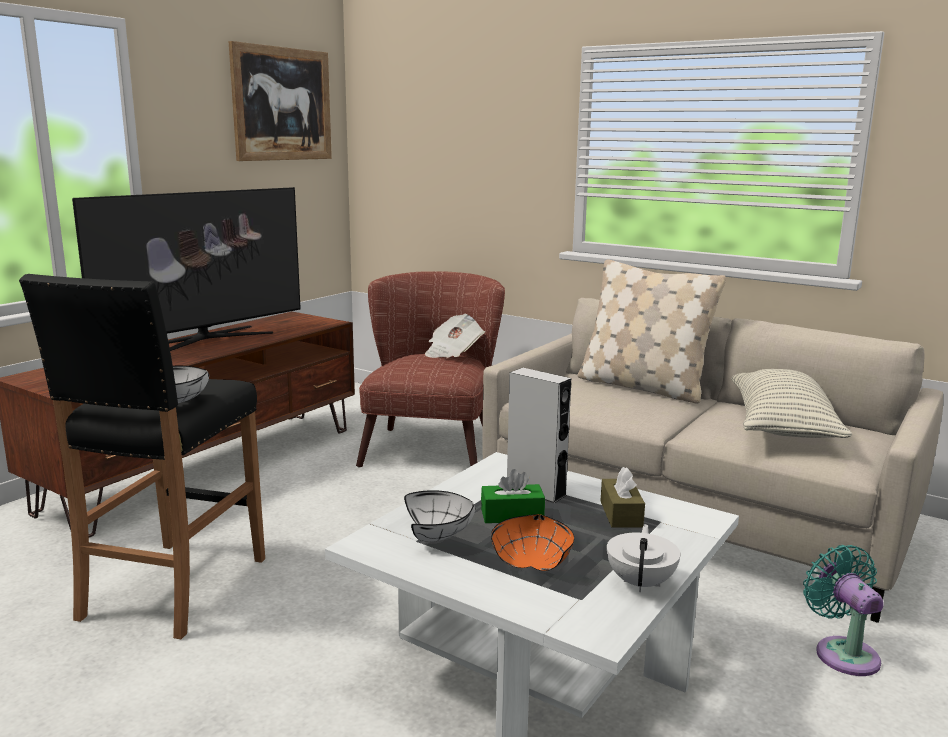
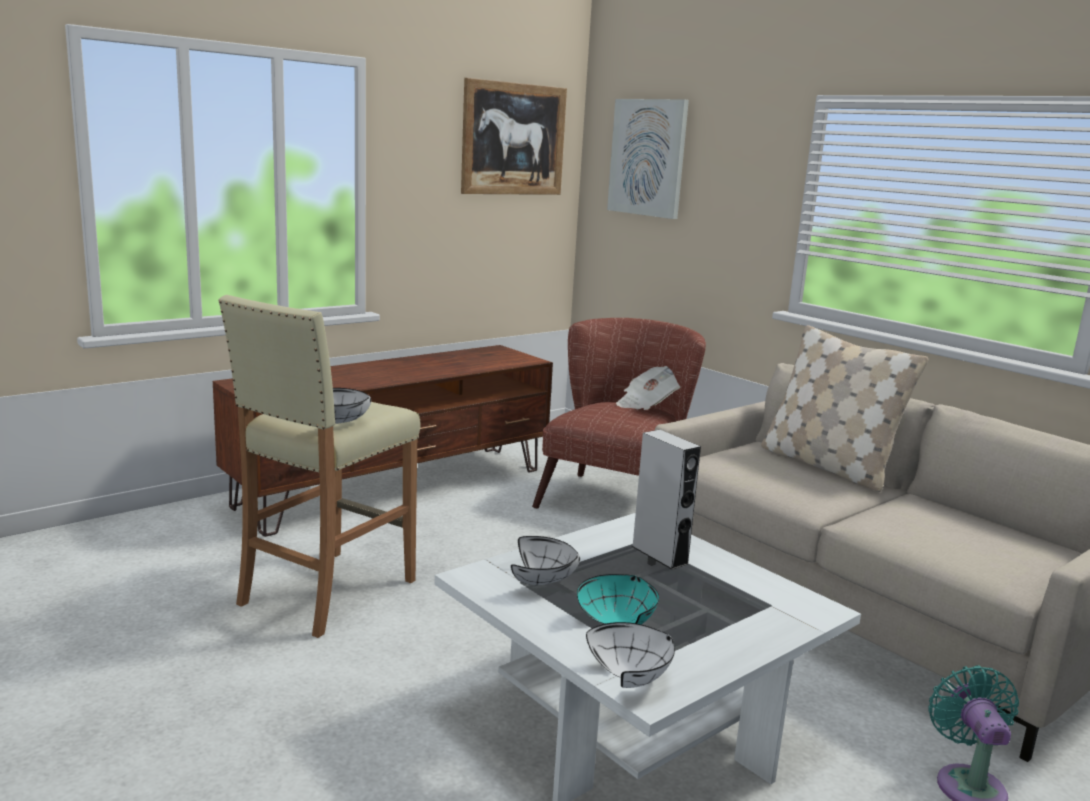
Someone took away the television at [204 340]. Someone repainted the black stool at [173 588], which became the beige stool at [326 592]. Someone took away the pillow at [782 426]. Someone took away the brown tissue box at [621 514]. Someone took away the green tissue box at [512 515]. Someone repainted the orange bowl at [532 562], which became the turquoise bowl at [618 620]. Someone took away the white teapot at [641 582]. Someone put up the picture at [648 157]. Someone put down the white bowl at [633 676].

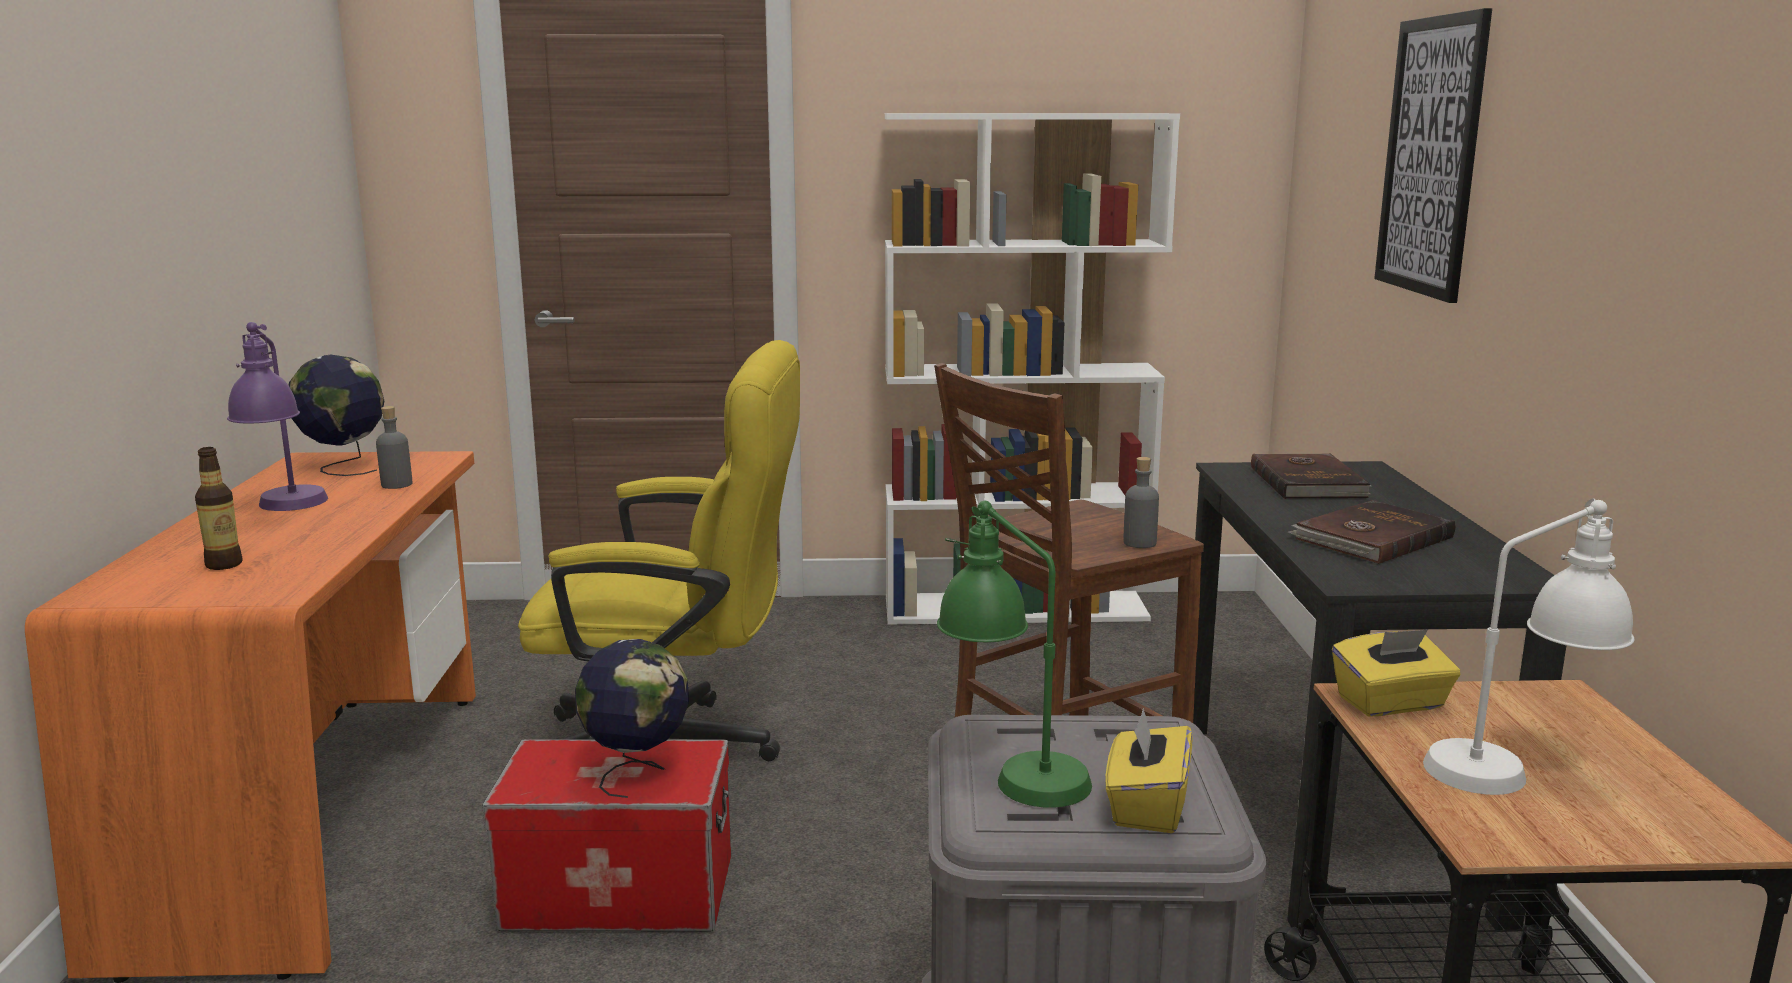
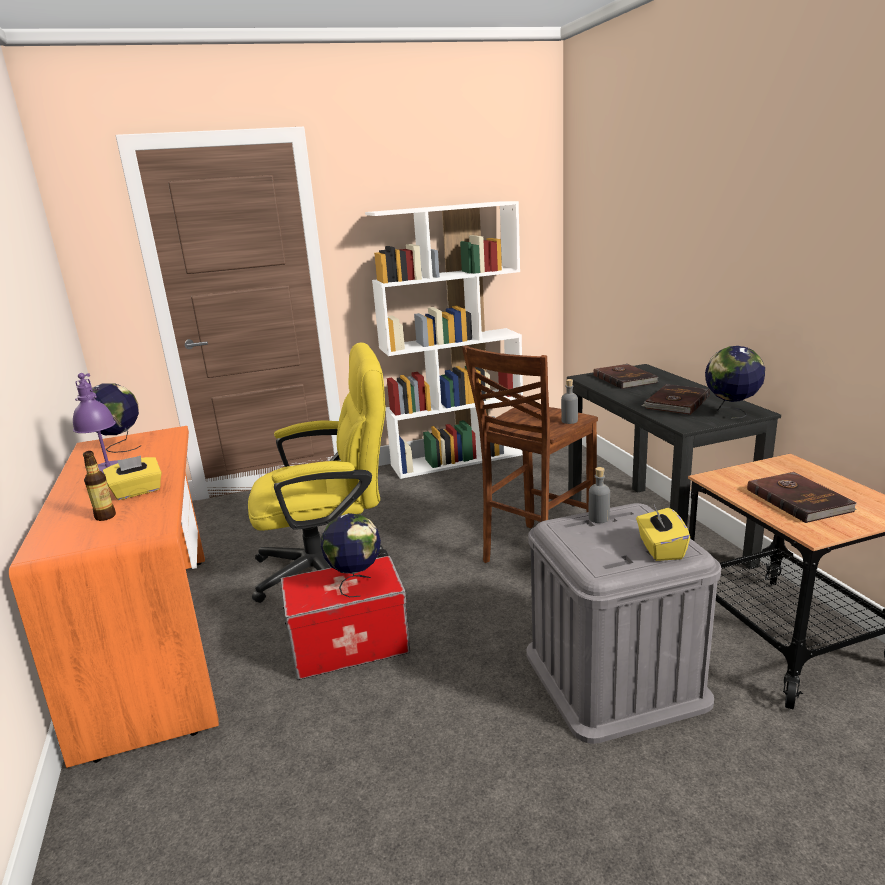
Someone took away the picture at [1431 156]. Someone carried the grey bottle from [396 484] to [598 518]. Someone swapped the white table lamp at [1515 770] for the brown book at [799 499]. Someone took away the green table lamp at [1009 771]. Someone carried the yellow tissue box from [1391 703] to [137 491]. Someone put down the globe at [730 414].

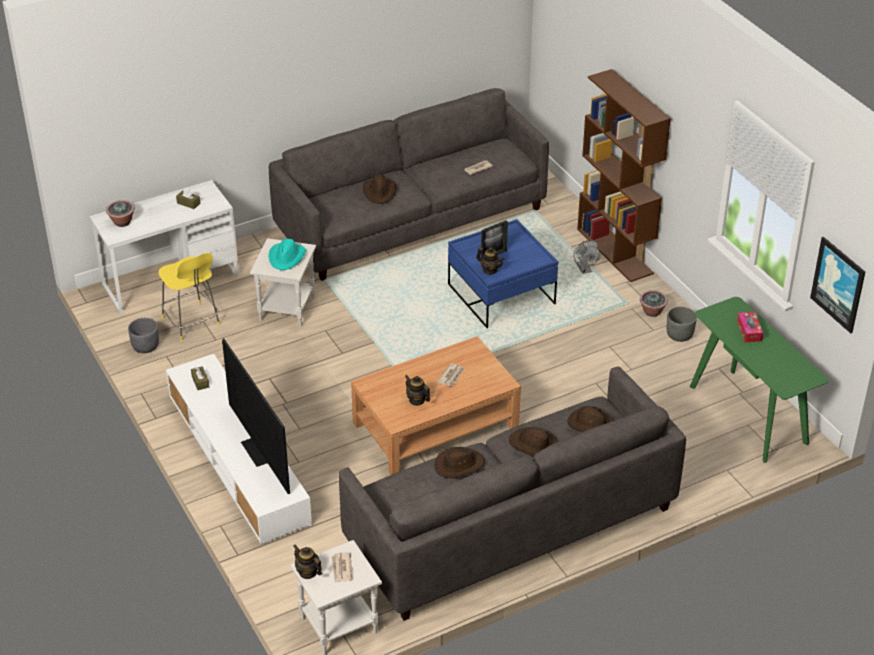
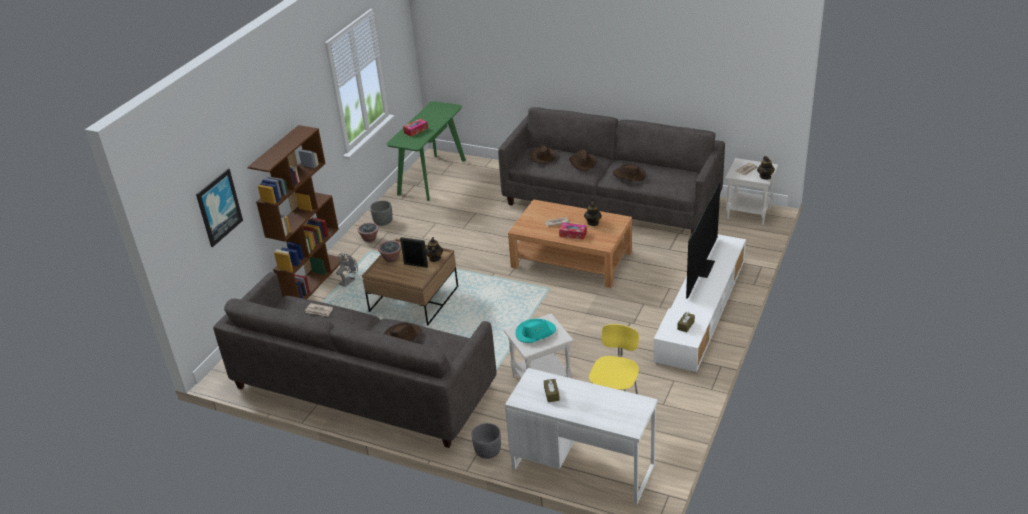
Someone carried the potted plant from [122 222] to [391 259]. Someone repainted the blue coffee table at [501 294], which became the brown coffee table at [414 299]. Someone carried the picture from [838 284] to [218 207]. Someone carried the grey planter from [146 346] to [487 451]. Someone put down the tissue box at [573 234].

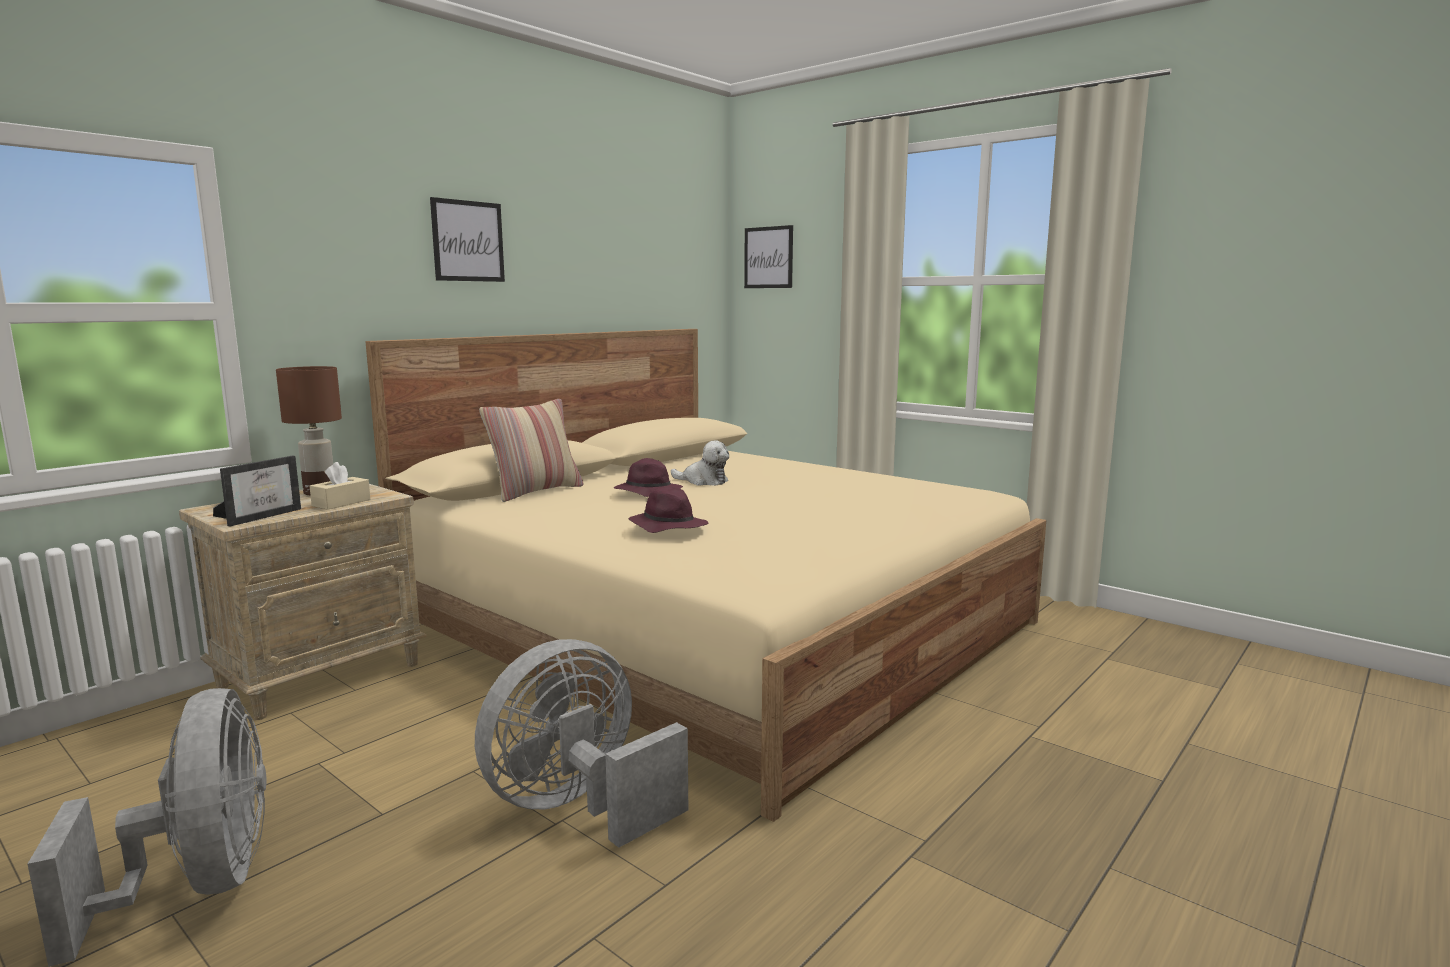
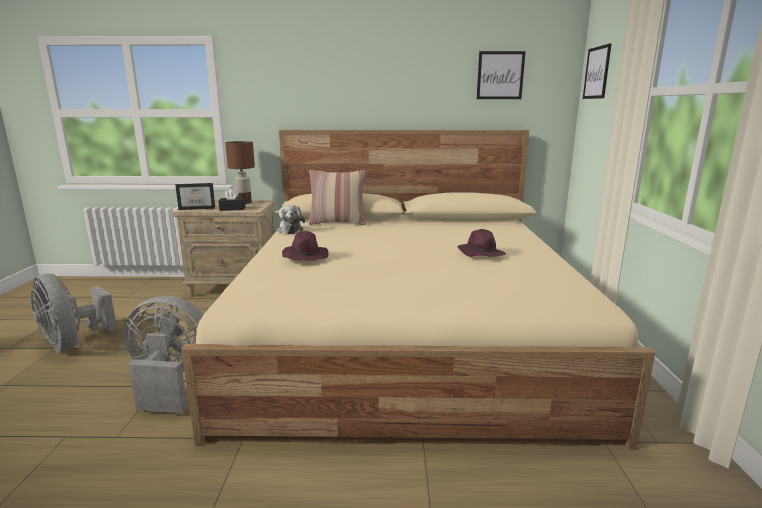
Someone carried the picture from [468 241] to [500 75]. Someone carried the plush toy from [703 481] to [290 230]. Someone carried the purple hat from [647 492] to [480 253]. Someone repainted the beige tissue box at [341 503], which became the black tissue box at [232 209]. Someone rotated the grey fan at [200 884] by 105 degrees clockwise.

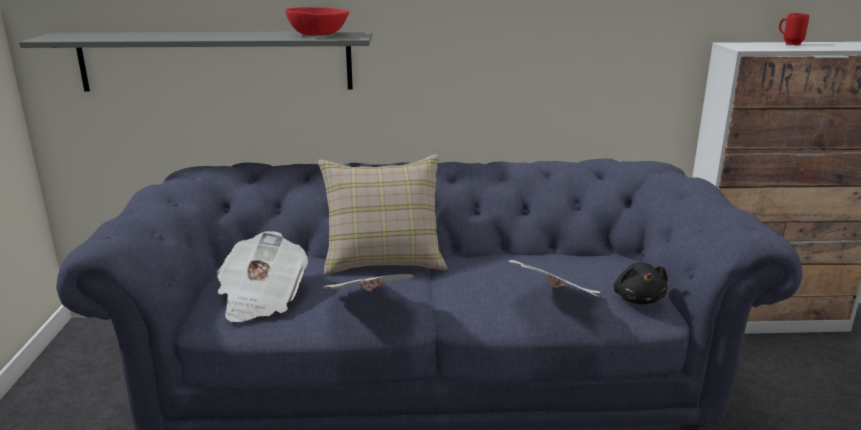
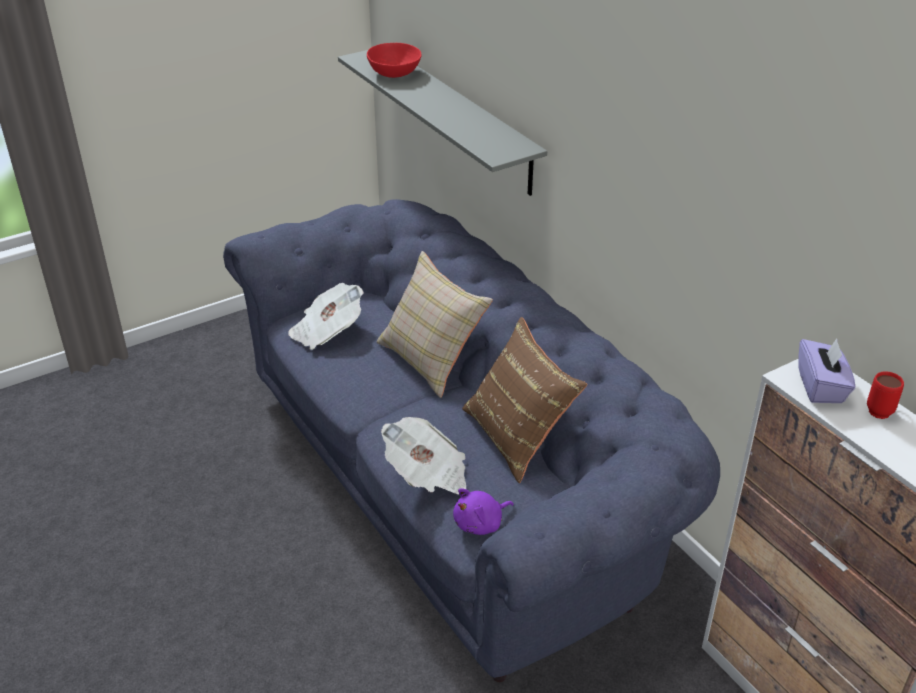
Someone carried the red bowl from [318 34] to [395 73]. Someone repainted the black plush toy at [638 298], which became the purple plush toy at [480 524]. Someone took away the newspaper at [369 304]. Someone put down the brown pillow at [518 436]. Someone put down the purple tissue box at [821 387].

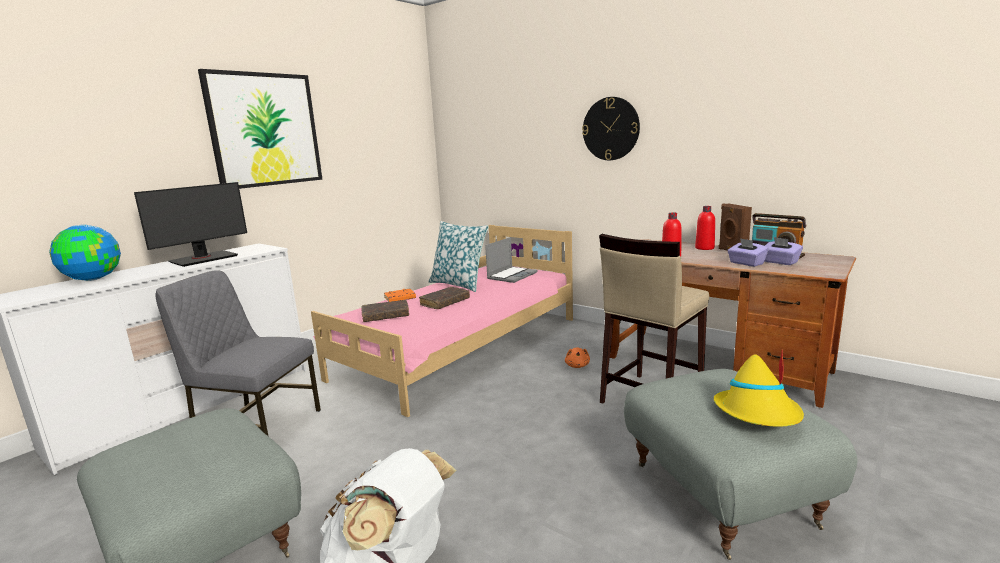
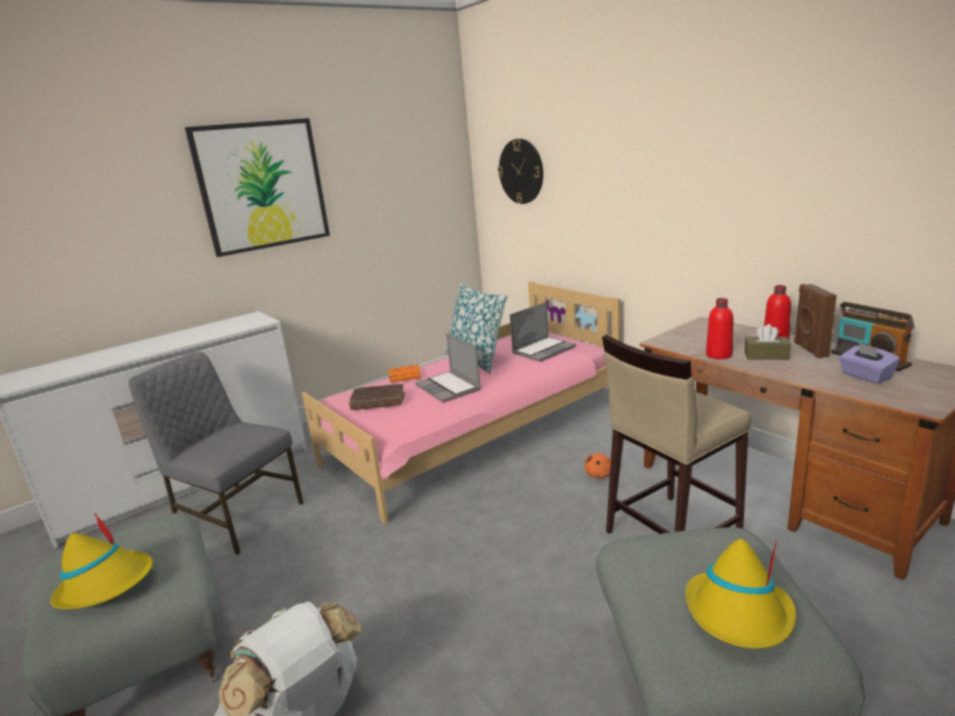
Someone carried the wall clock from [610 129] to [521 171]. Someone took away the monitor at [203 259]. Someone took away the globe at [93 279]. Someone took away the purple tissue box at [746 263]. Someone swapped the brown book at [445 303] for the laptop at [449 388]. Someone put down the brown tissue box at [766 356]. Someone put down the yellow hat at [107 585].

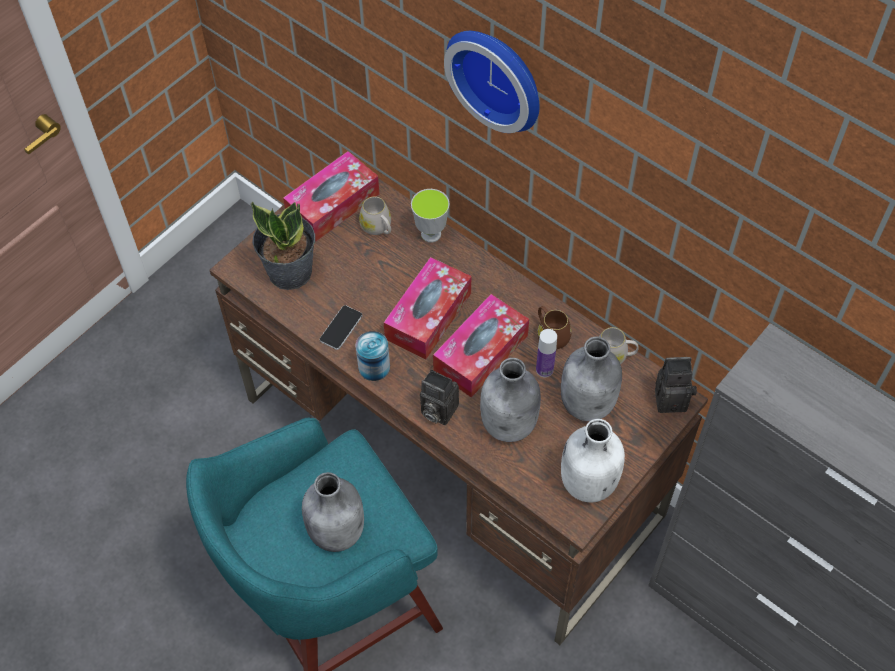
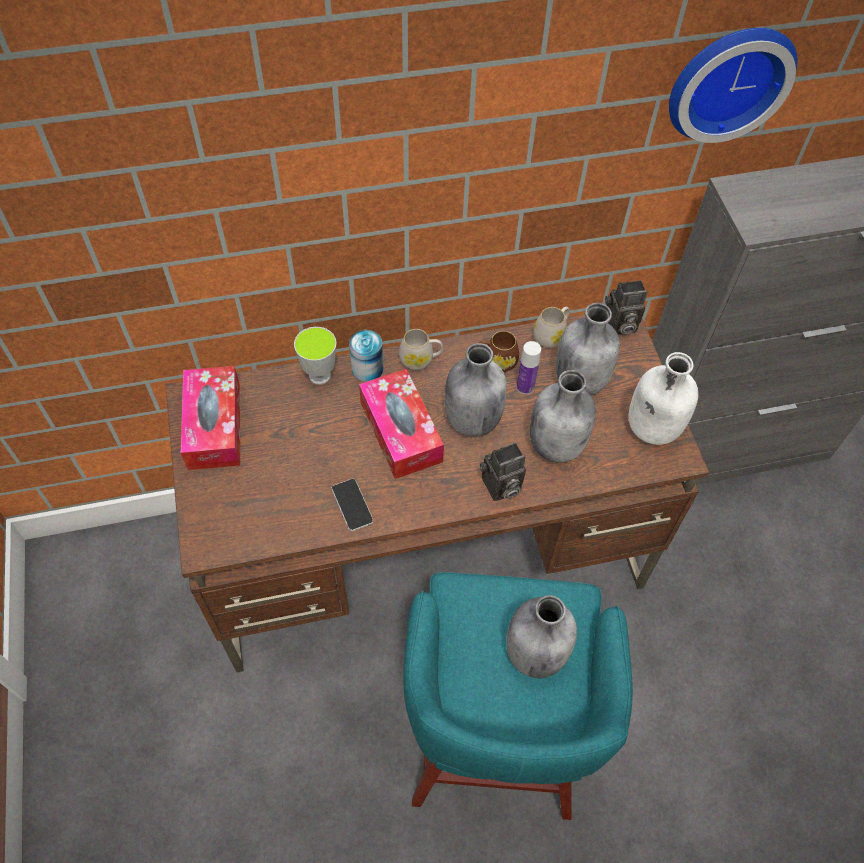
Someone carried the wall clock from [499 75] to [727 79]. Someone carried the white mug from [378 228] to [420 359]. Someone took away the potted plant at [289 271]. Someone swapped the tissue box at [481 353] for the grey bottle at [471 419]. Someone carried the can from [374 367] to [367 368]. Someone rotated the photo camera at [672 398] by 135 degrees counterclockwise.

